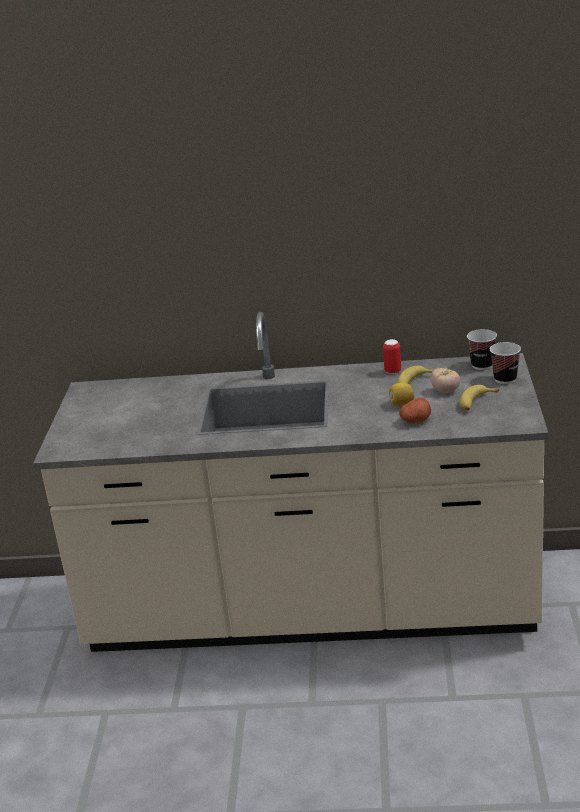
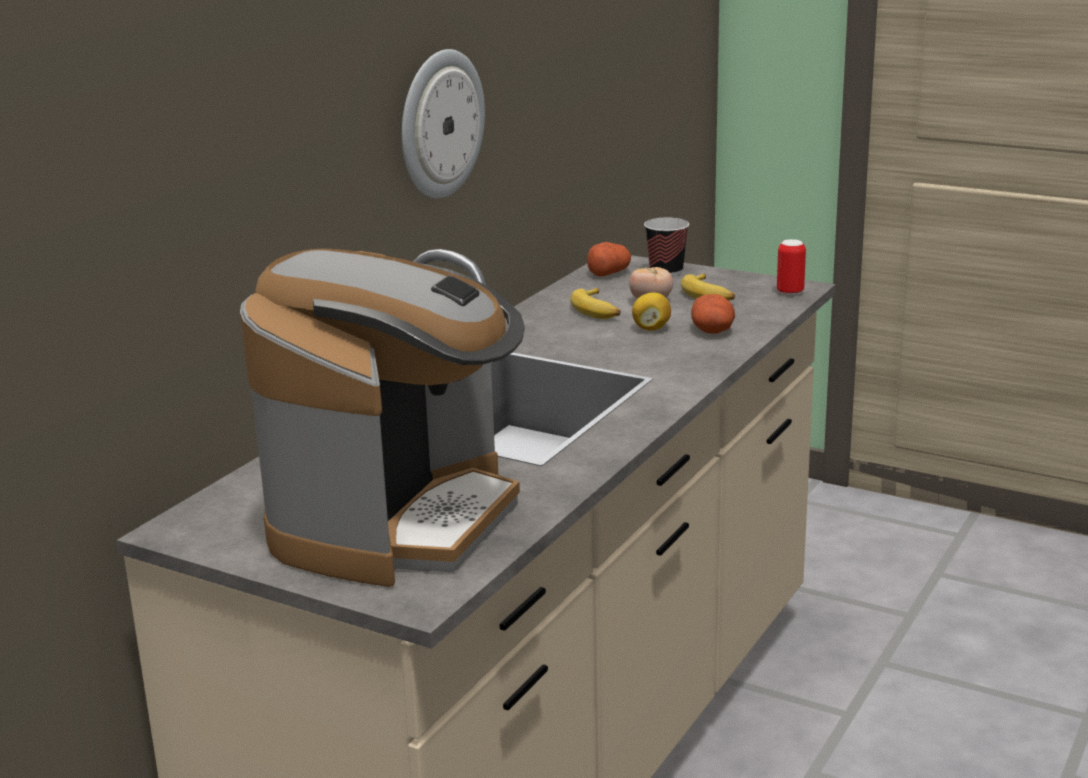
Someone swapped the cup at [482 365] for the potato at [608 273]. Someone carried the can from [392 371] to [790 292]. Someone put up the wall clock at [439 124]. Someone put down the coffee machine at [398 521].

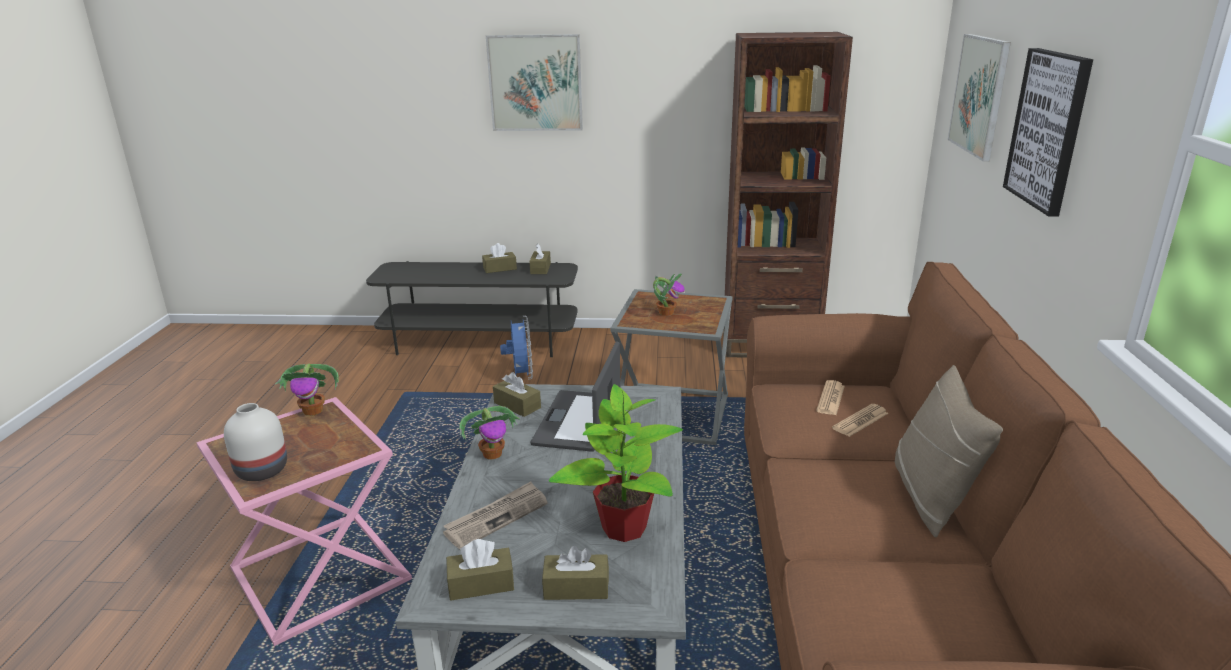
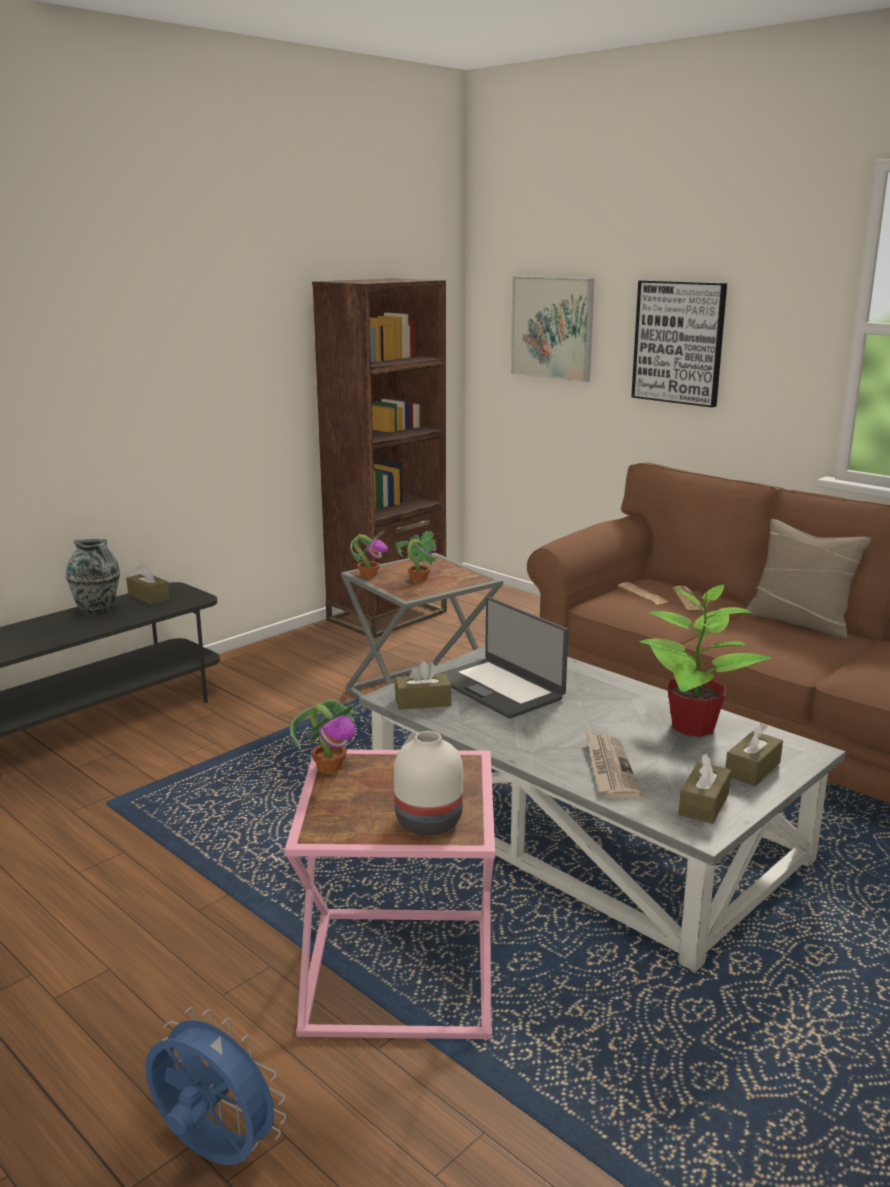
Someone took away the picture at [535 83]. Someone swapped the brown tissue box at [500 268] for the vase at [98 610]. Someone carried the blue fan from [521 376] to [213 1153]. Someone carried the potted plant from [493 454] to [368 575].

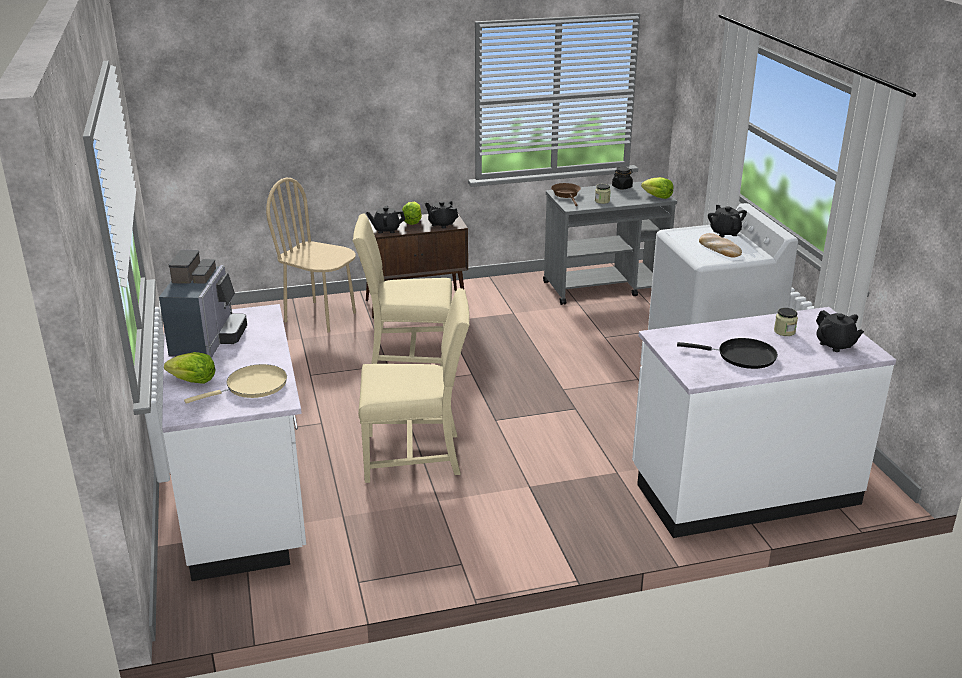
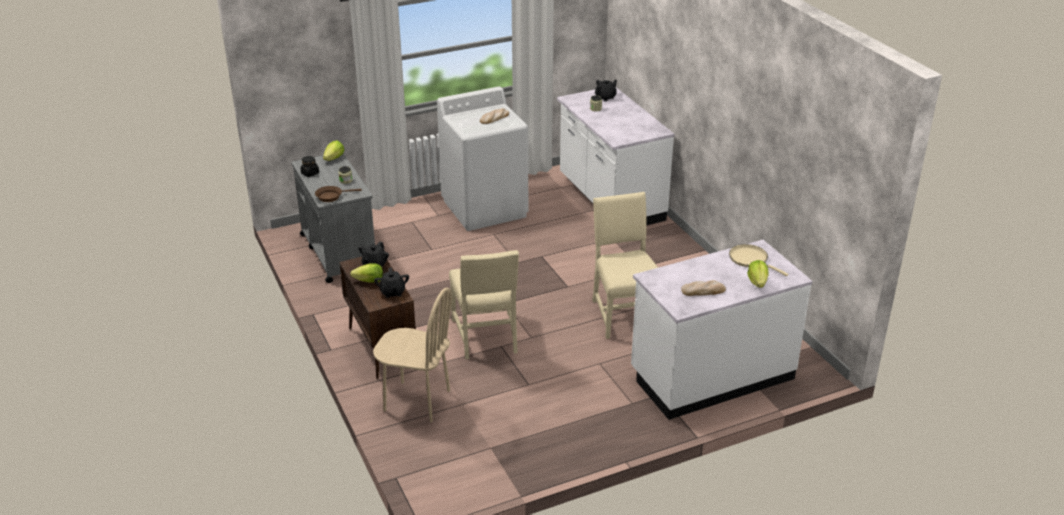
Someone rotated the beige chair at [320 317] by 90 degrees counterclockwise. Someone took away the black teapot at [725 233]. Someone swapped the coffee machine at [207 340] for the bread at [703 290]. Someone took away the black frying pan at [742 356].

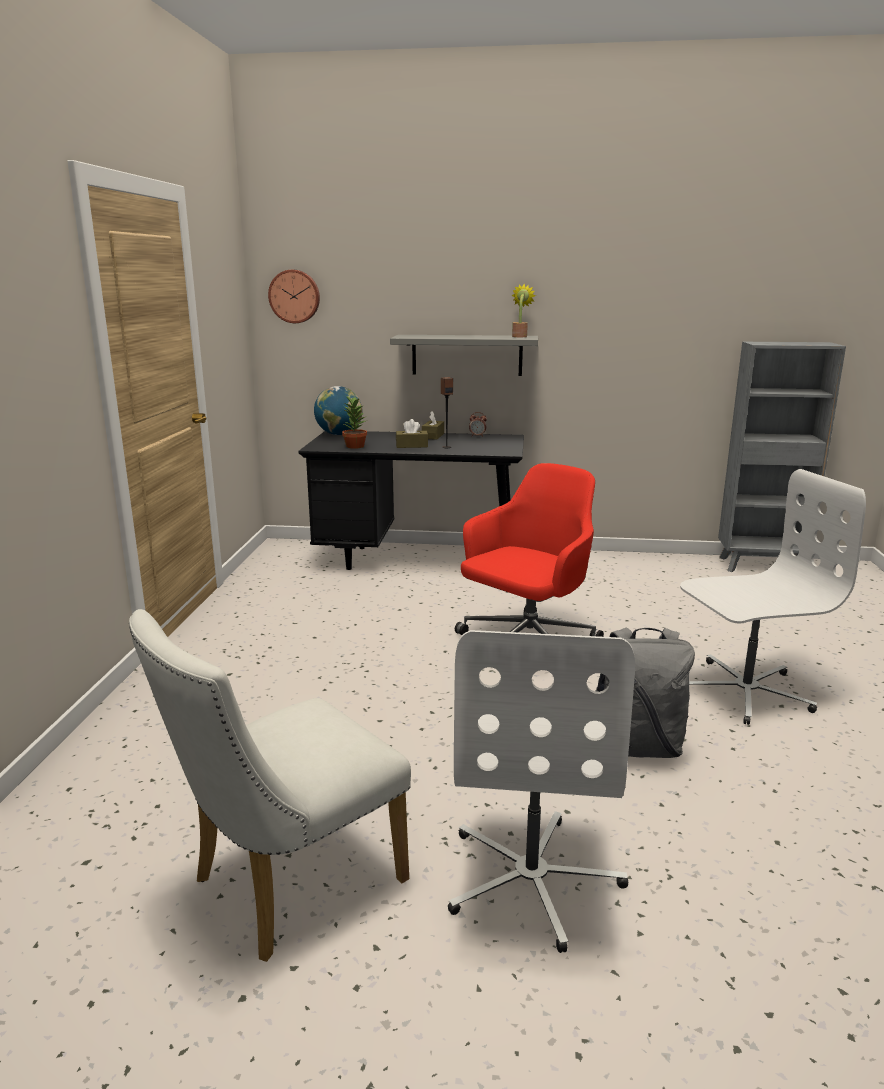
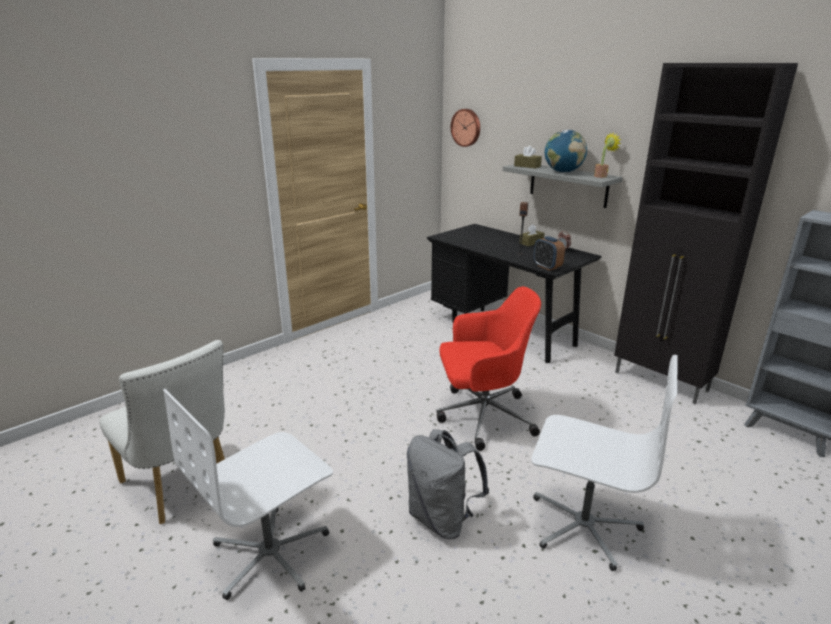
Someone carried the globe from [339 434] to [563 172]. Someone took away the potted plant at [355 446]. Someone carried the brown tissue box from [412 446] to [527 166]. Someone rotated the white chair at [286 886] by 135 degrees counterclockwise. Someone put down the black cabinet at [662 382]. Someone put down the alarm clock at [547 267].

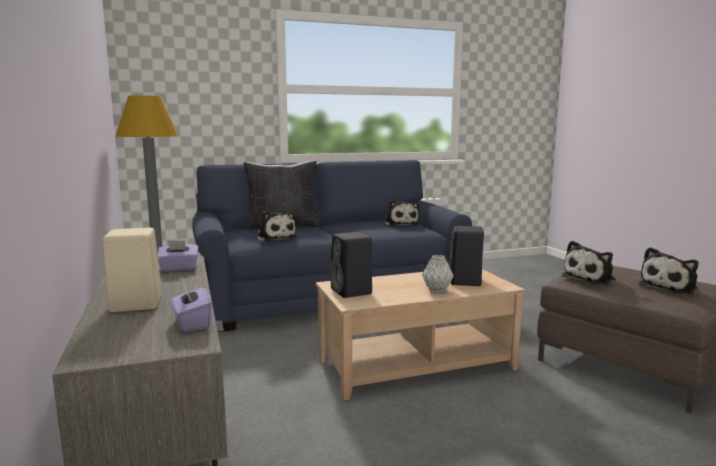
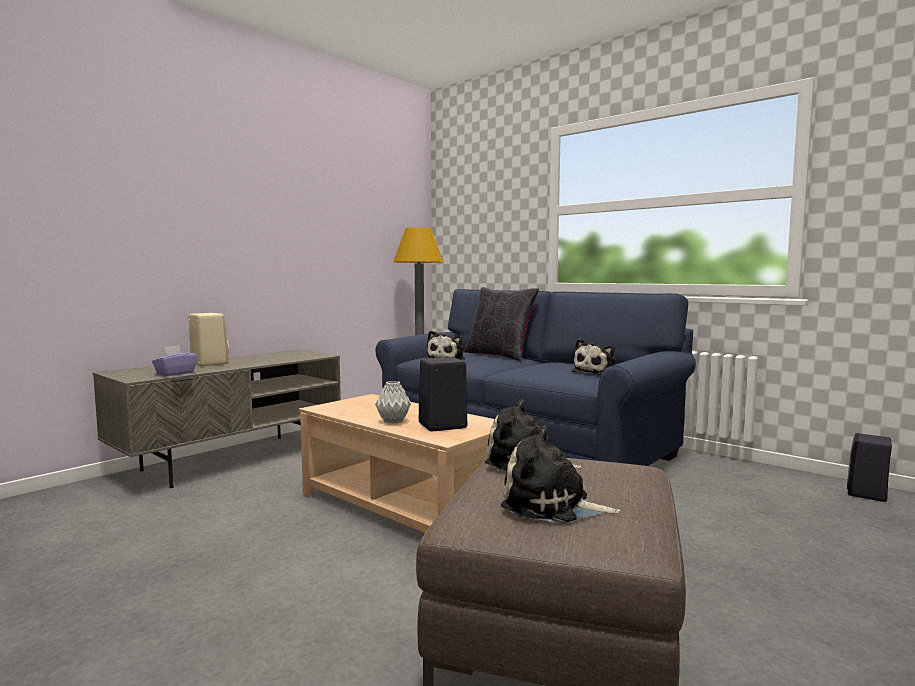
Someone carried the black speaker from [352 292] to [867 494]. Someone took away the purple tissue box at [179 268].

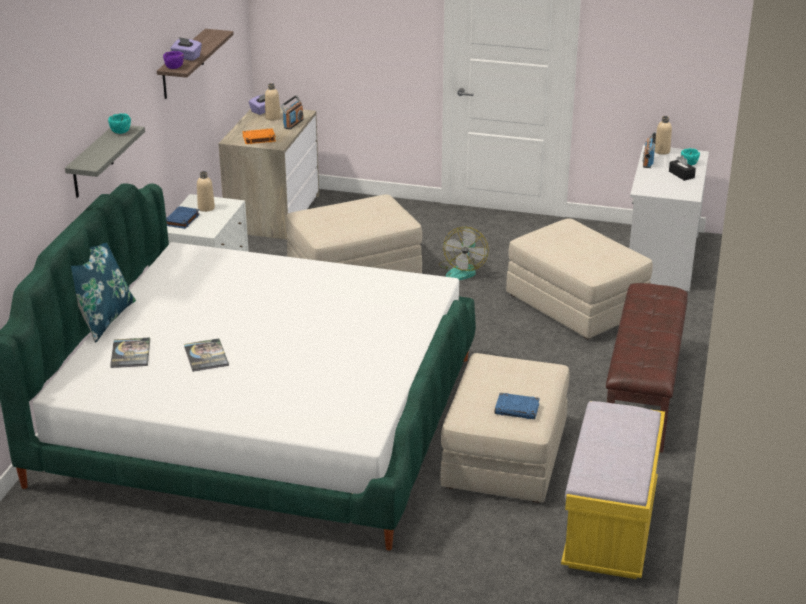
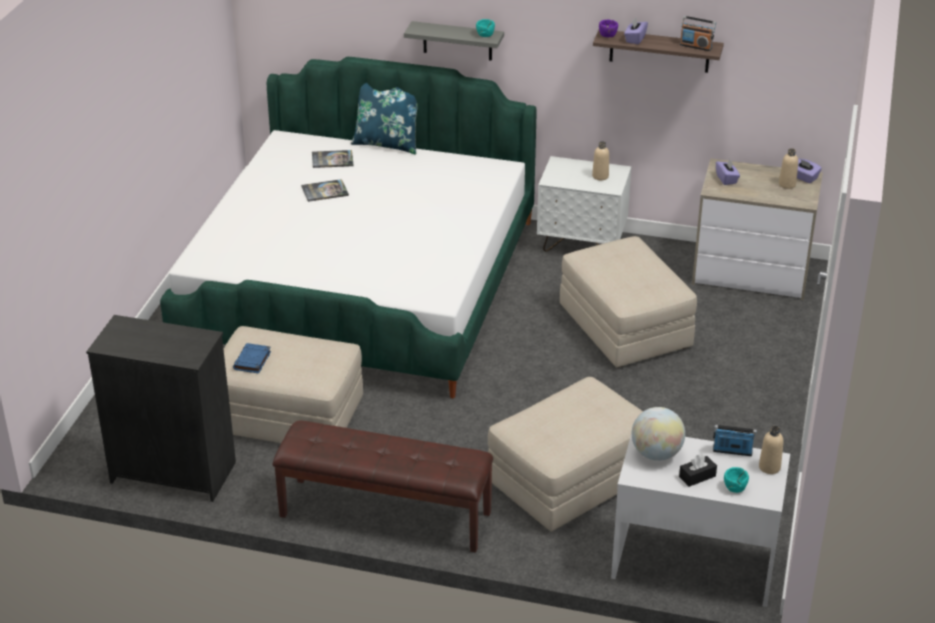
Someone carried the radio from [293 124] to [696 46]. Someone swapped the orange book at [258 139] for the purple tissue box at [726 179]. Someone took away the blue book at [181 220]. Someone took away the fan at [462 270]. Someone swapped the yellow bench at [610 527] for the black dresser at [173 472]. Someone put down the globe at [656 454].

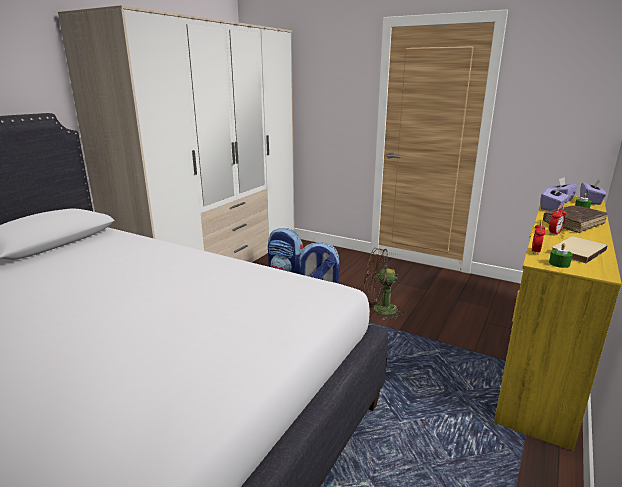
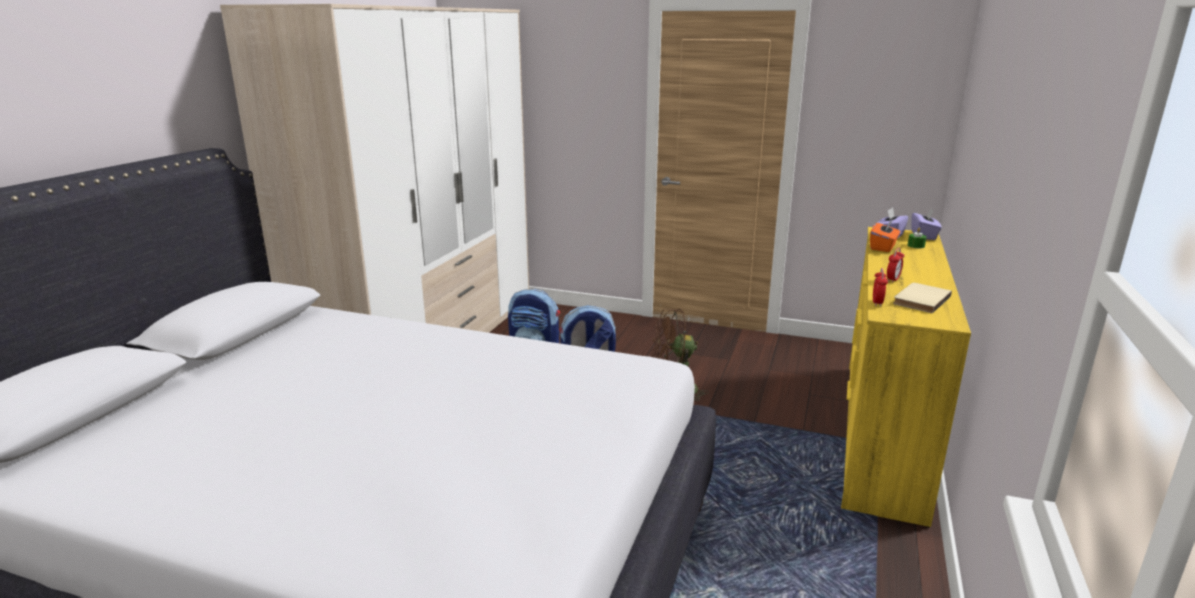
Someone repainted the purple tissue box at [552 208], which became the orange tissue box at [883 247]. Someone took away the brown book at [573 224]. Someone took away the green candle at [559 264].

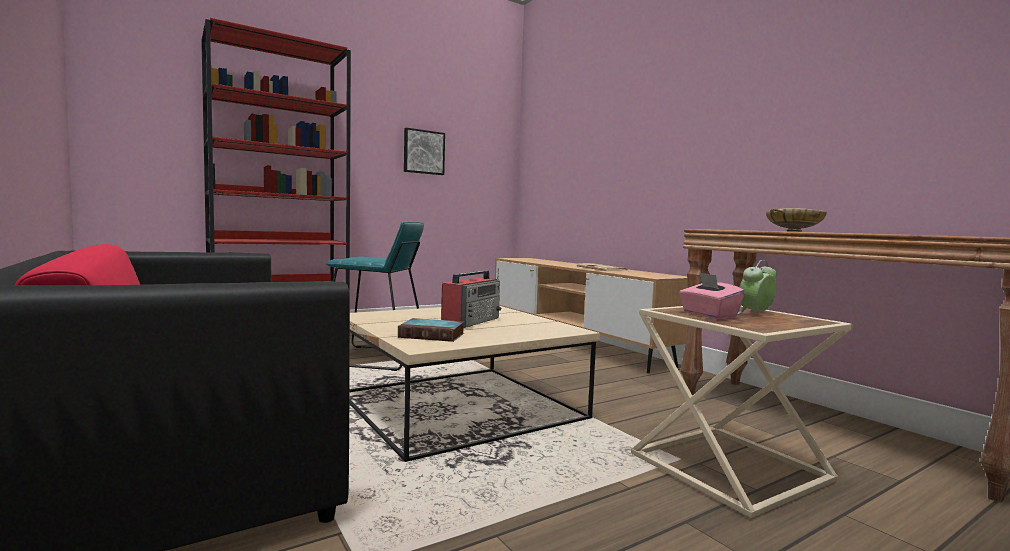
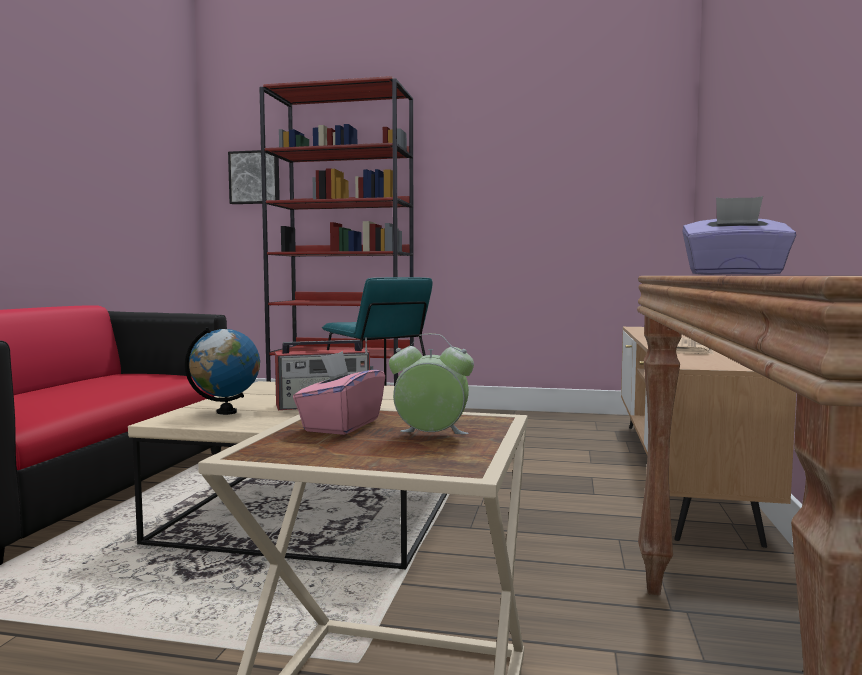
Someone carried the picture from [423 152] to [255 177]. Someone swapped the beige bowl at [793 231] for the purple tissue box at [734 274]. Someone swapped the book at [433 335] for the globe at [226 412].

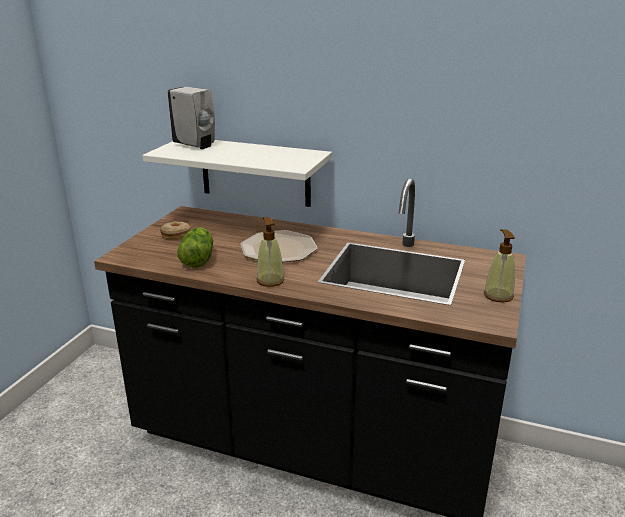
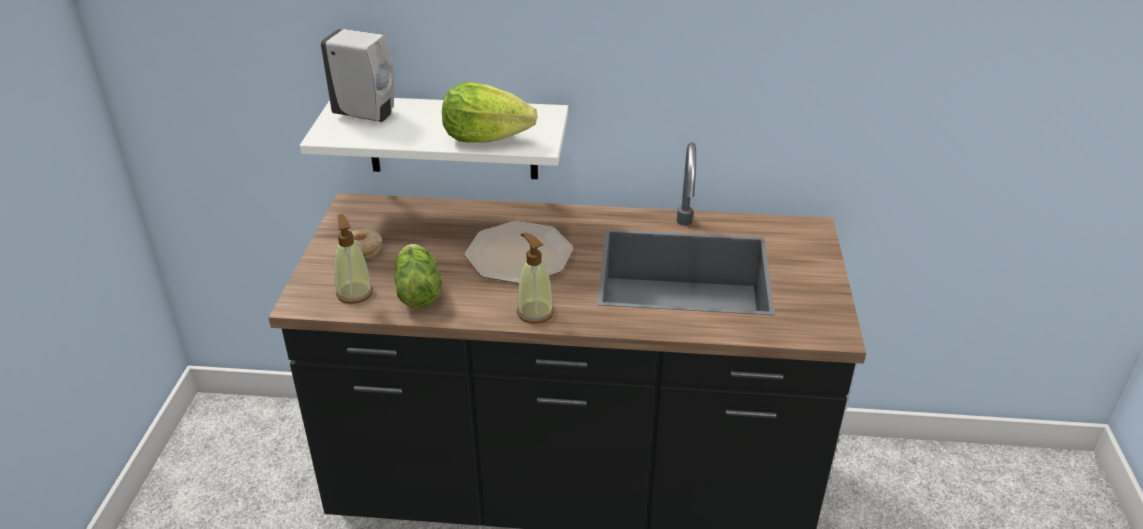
Someone carried the soap dispenser from [498 295] to [354 293]. Someone put down the lettuce at [485 138].

